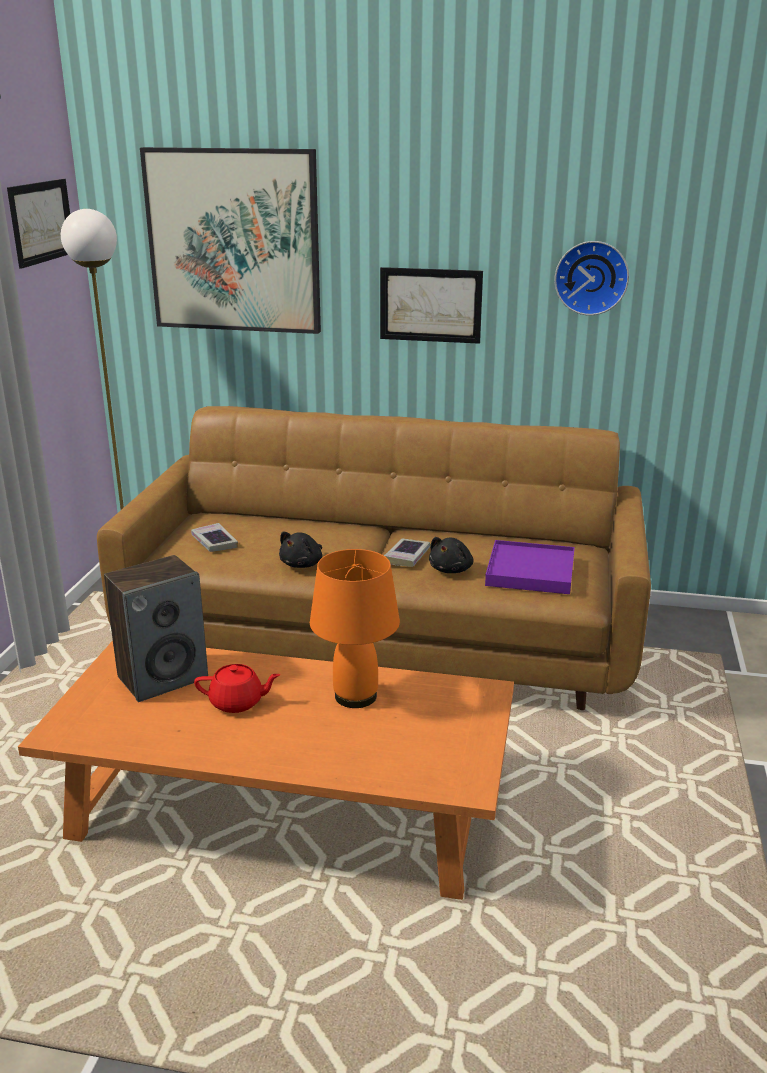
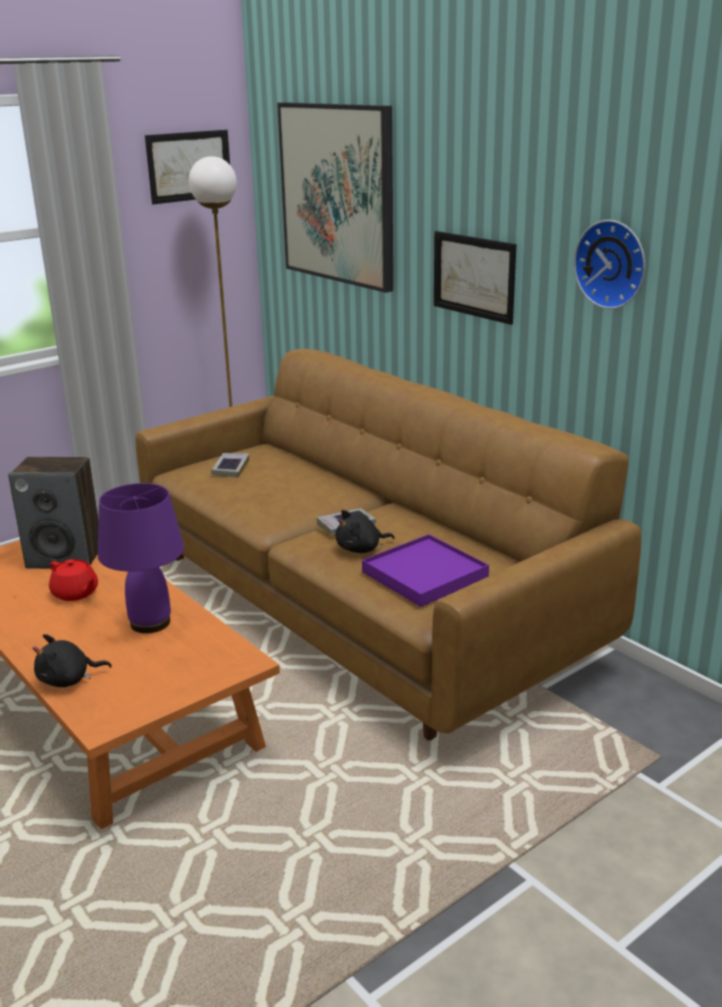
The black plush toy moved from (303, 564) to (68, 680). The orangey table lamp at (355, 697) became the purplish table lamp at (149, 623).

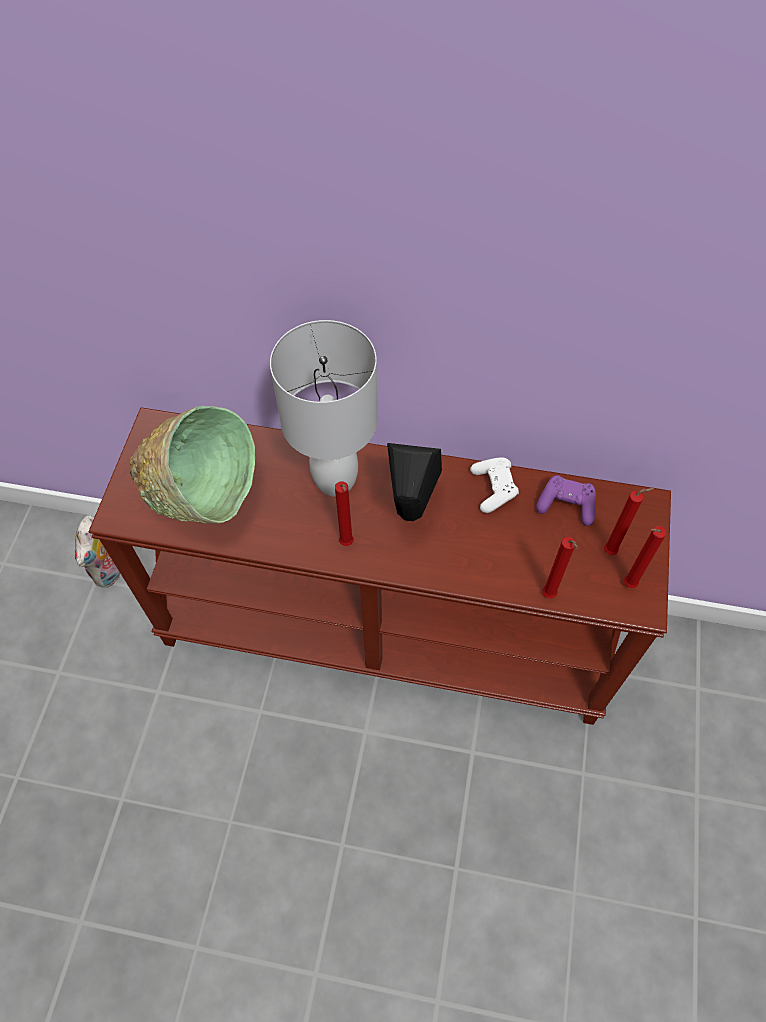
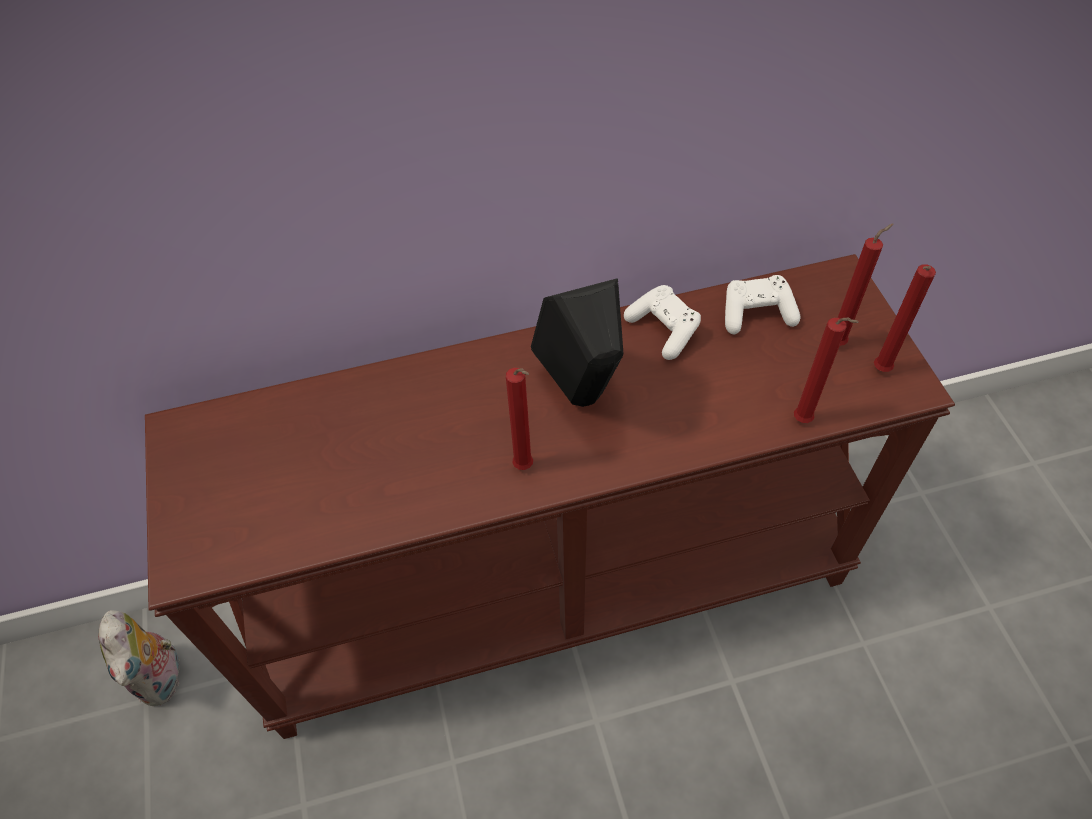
The purplish joypad at (566, 505) became the white joypad at (756, 314). The green-coloured bowl at (204, 499) disappeared. The white table lamp at (334, 481) disappeared.

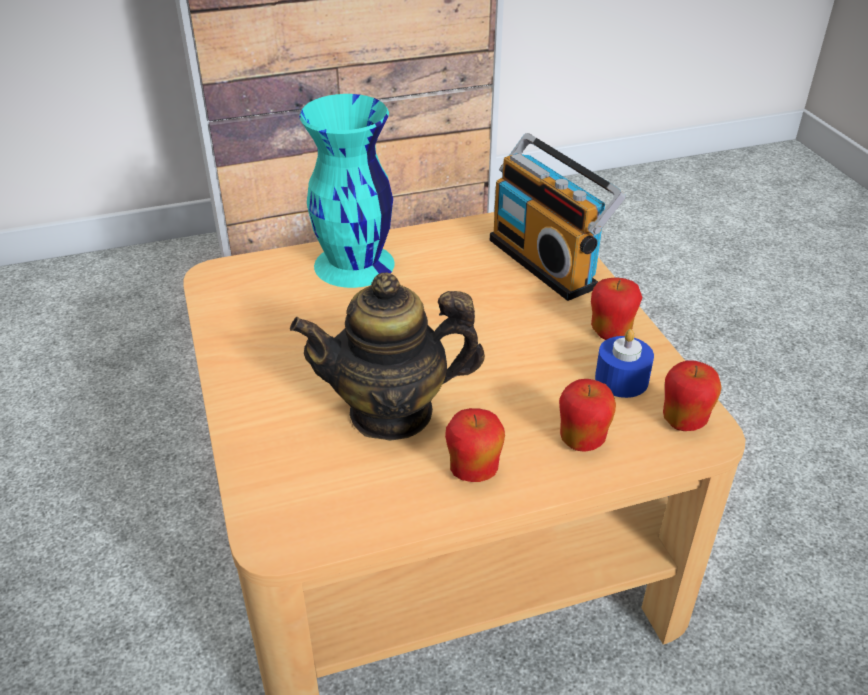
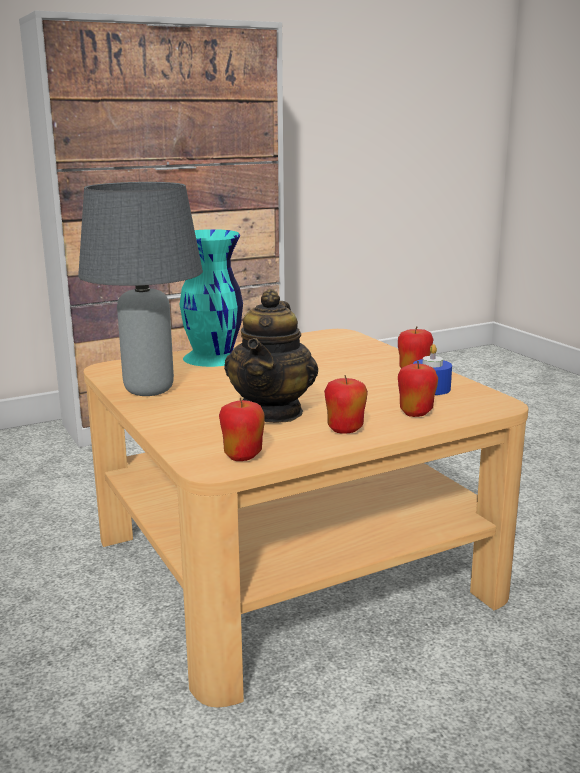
The greyish table lamp at (150, 390) appeared. The whole apple moved from (684, 422) to (242, 456). The teapot at (392, 412) turned 60 degrees counterclockwise. The radio at (547, 262) disappeared.

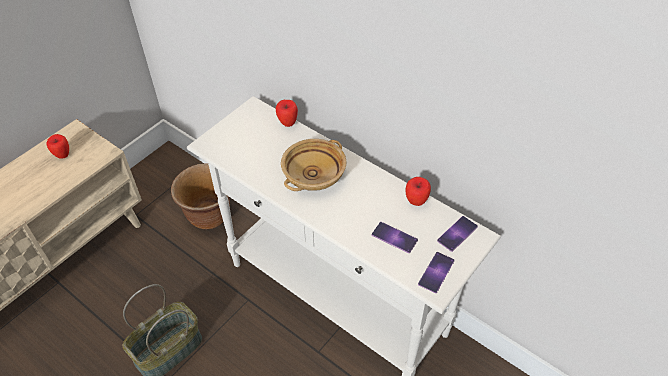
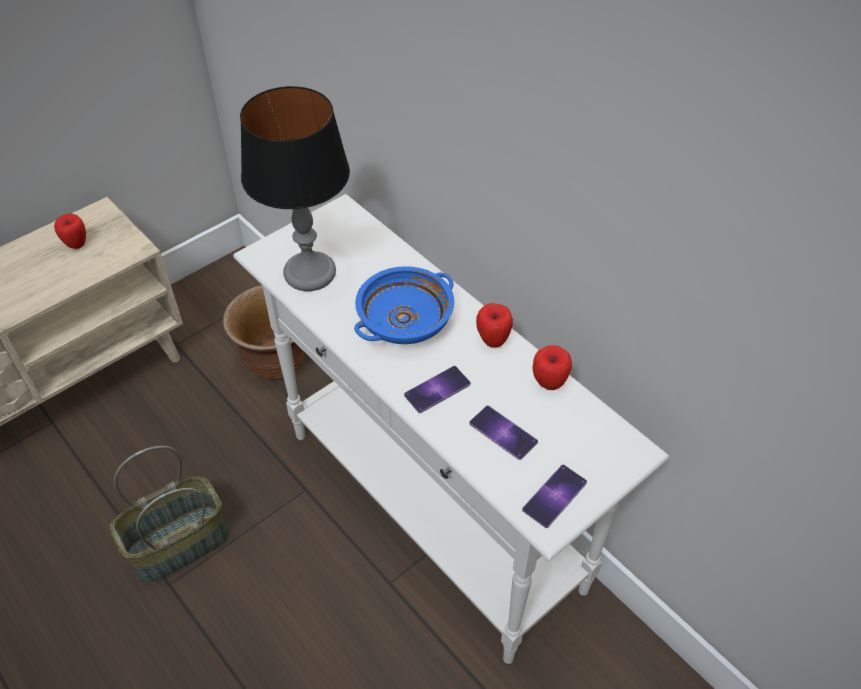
The table lamp at (310, 273) appeared. The beige bowl at (314, 176) became the blue-coloured bowl at (405, 323). The telephone moved from (457, 233) to (437, 389). The whole apple moved from (287, 123) to (492, 341).

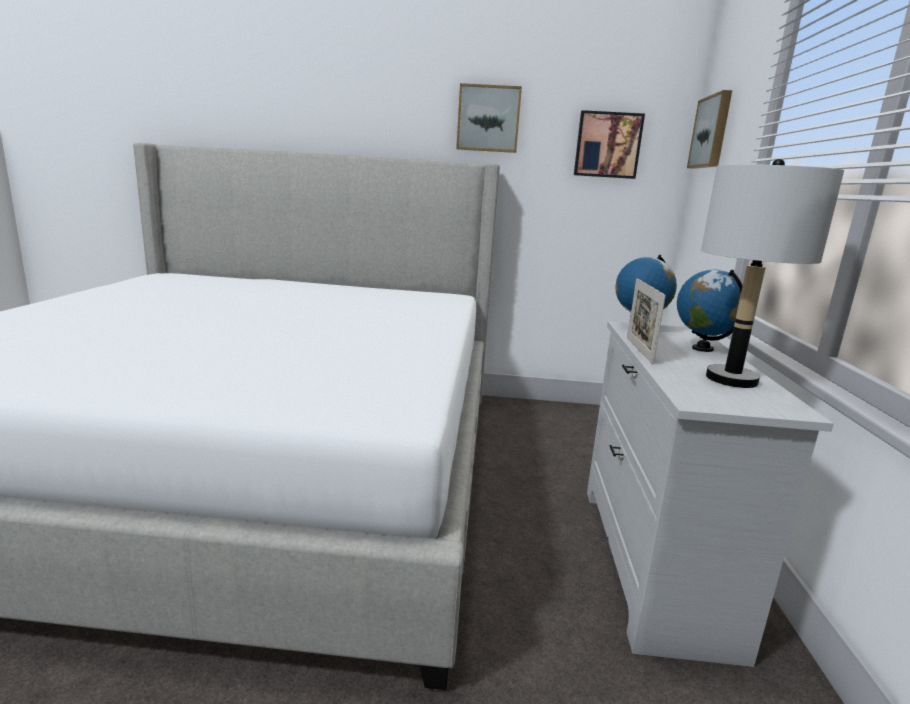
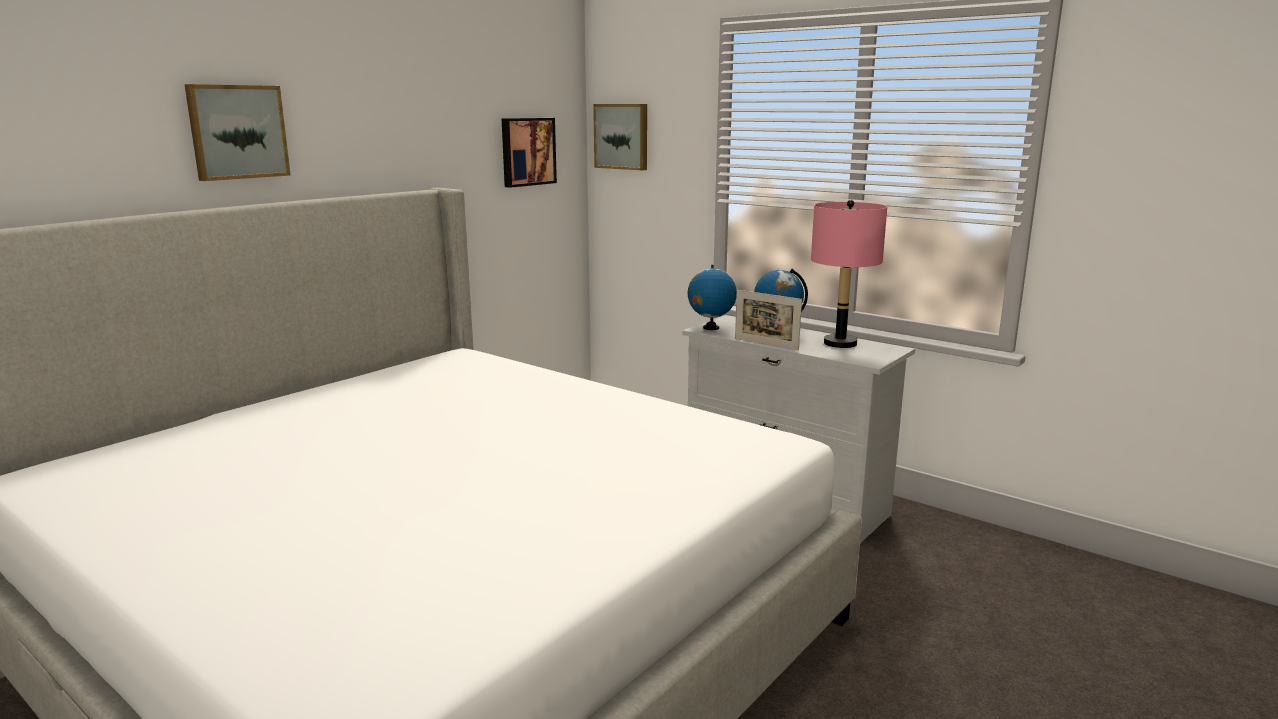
The picture moved from (488, 119) to (237, 132). The greyish table lamp at (732, 379) became the pink-coloured table lamp at (840, 343).

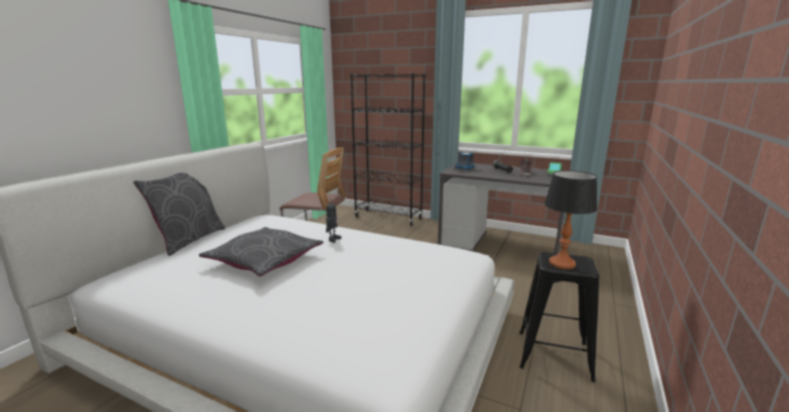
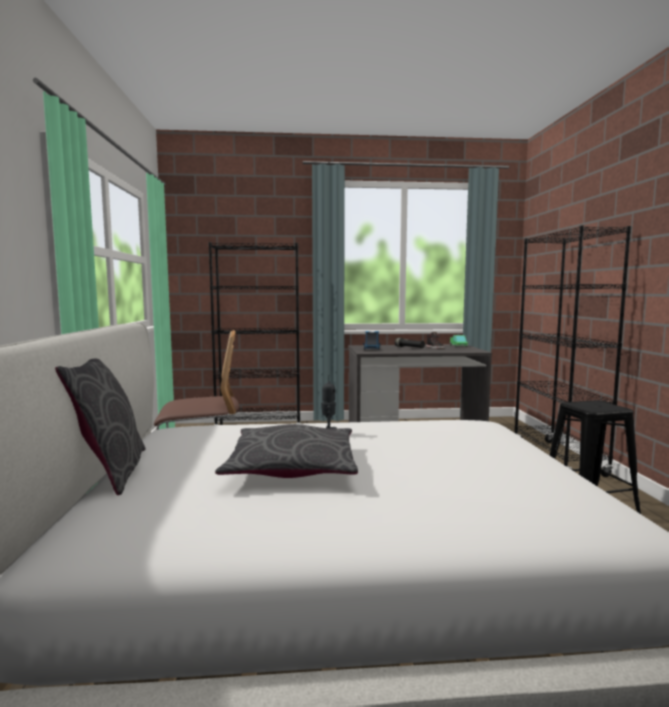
The black shelving unit at (558, 458) appeared. The table lamp at (561, 263) disappeared.

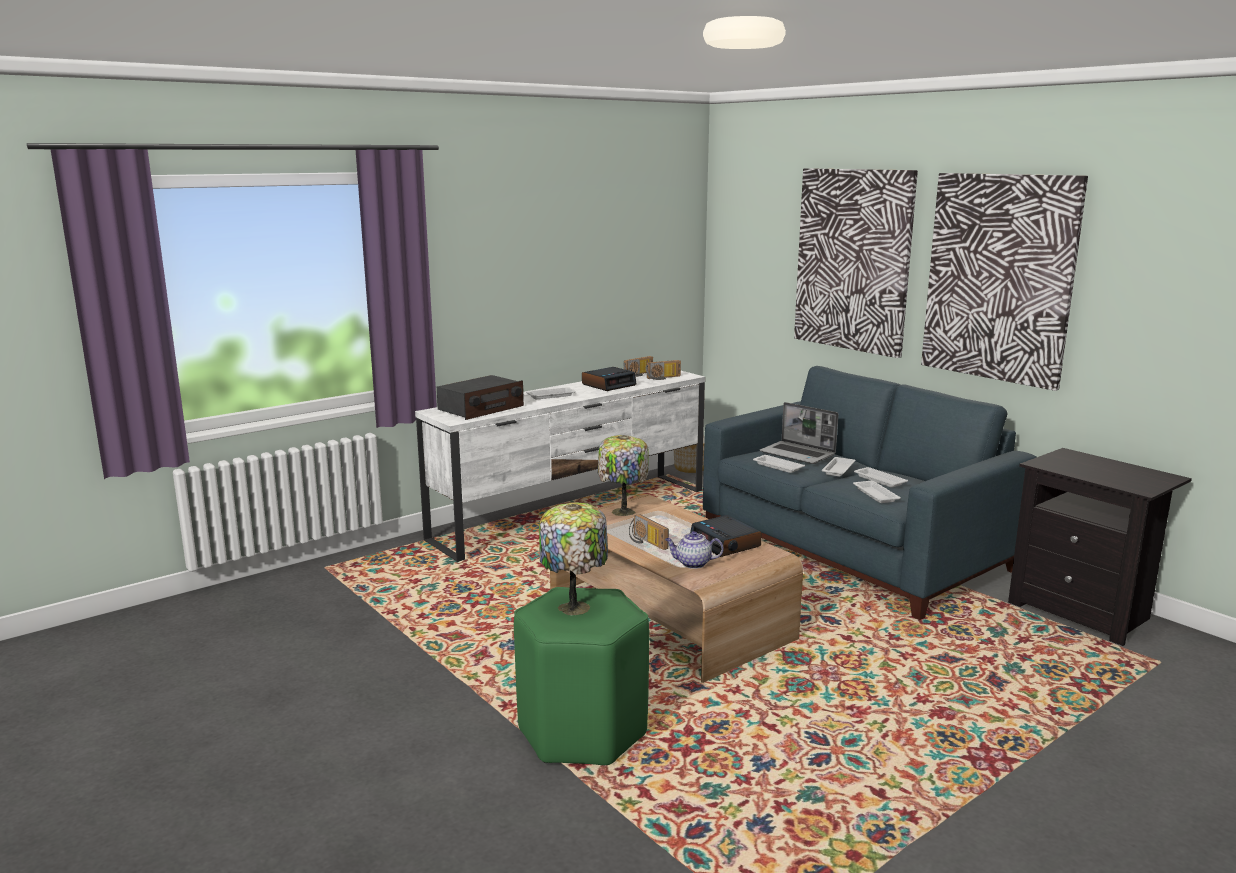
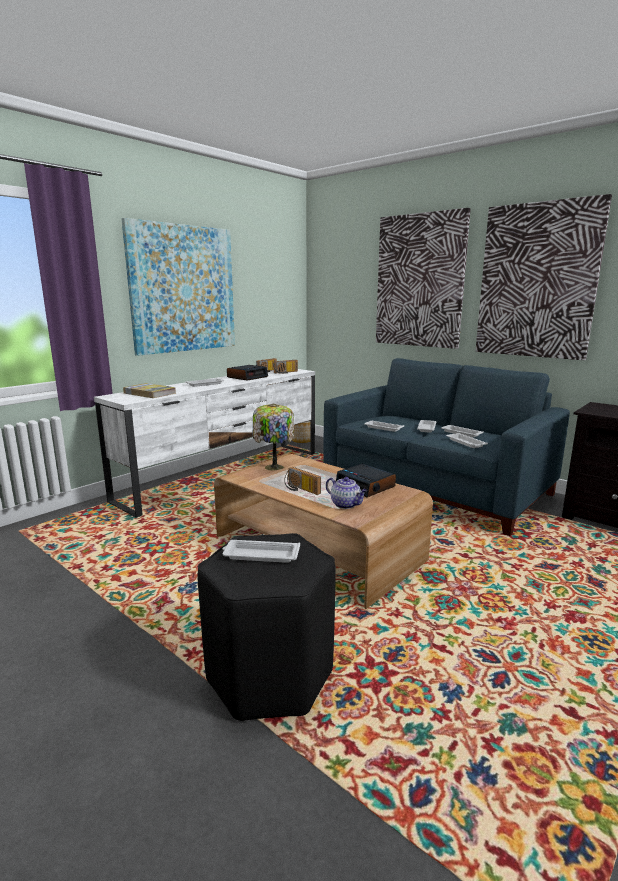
The picture at (183, 289) appeared. The radio at (481, 408) was replaced by the book at (149, 393). The green-coloured sitting stool at (581, 731) became the black sitting stool at (268, 675). The table lamp at (575, 606) was replaced by the white carrying tray at (260, 555). The teapot at (692, 564) turned 135 degrees counterclockwise. The notebook computer at (798, 454) disappeared.

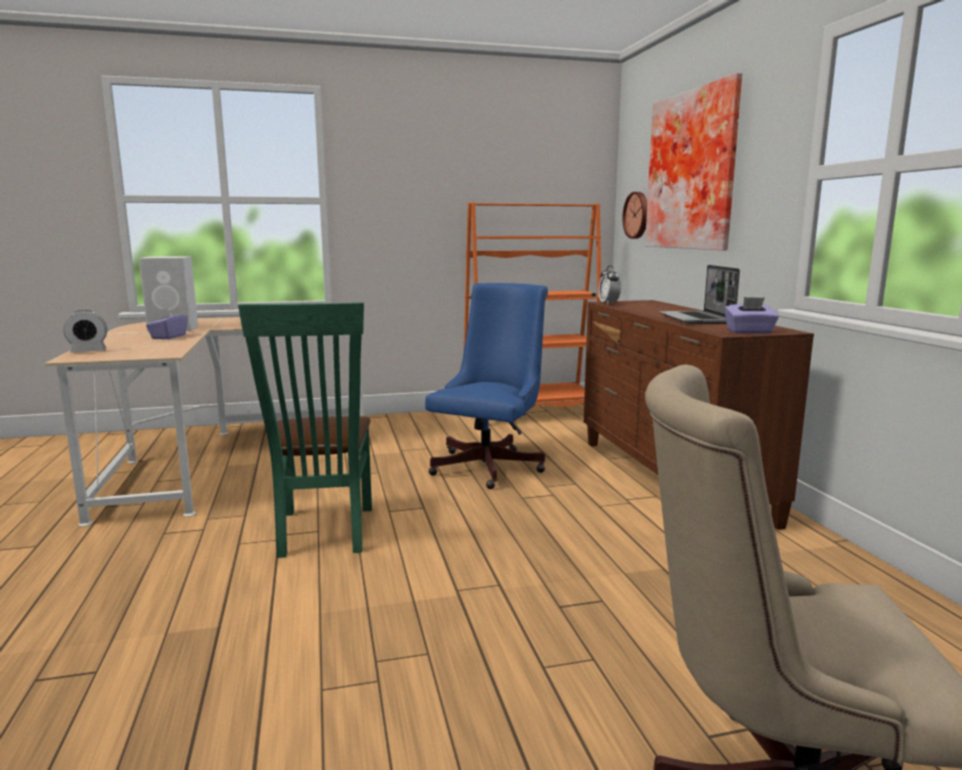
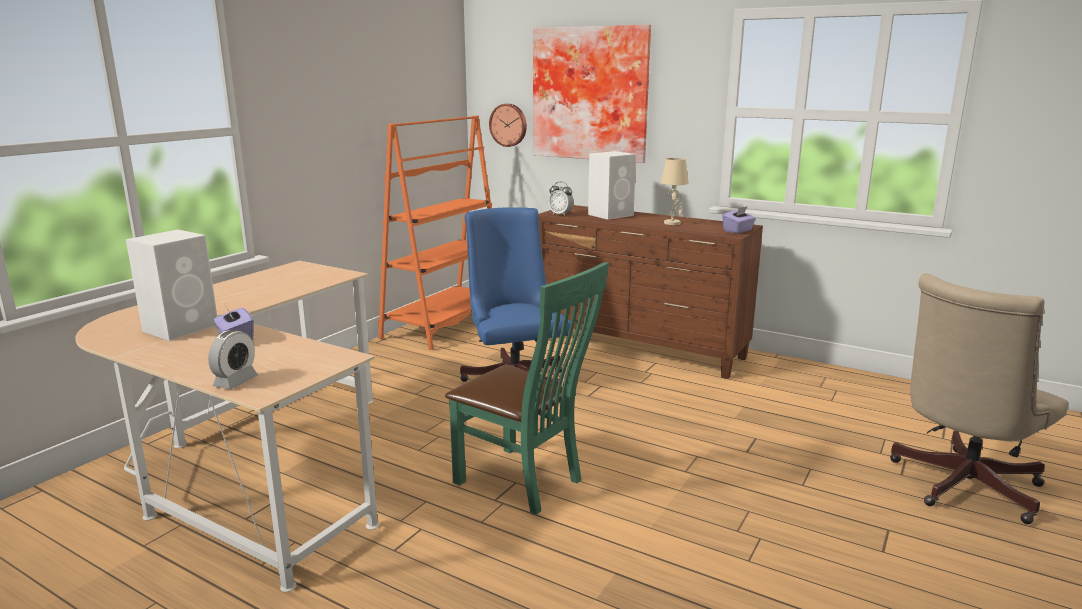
The white loudspeaker at (611, 215) appeared. The notebook computer at (697, 319) was replaced by the beige table lamp at (672, 223).

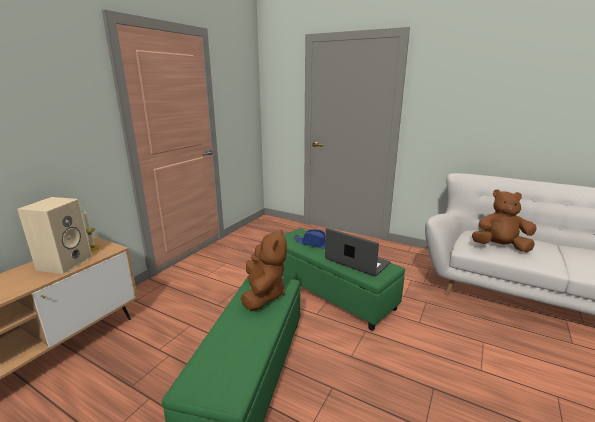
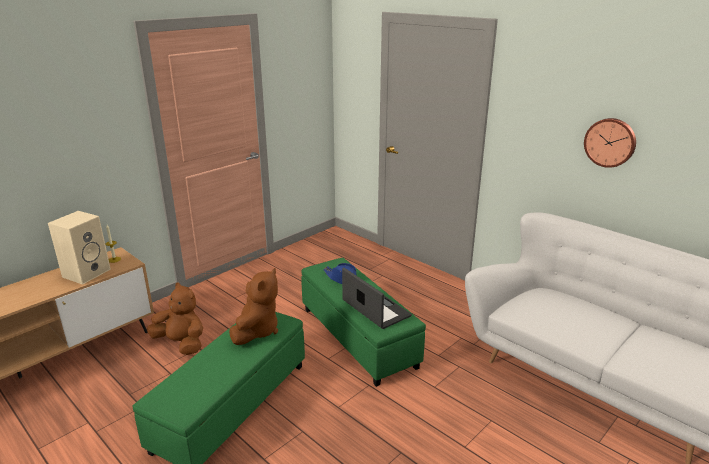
The brown-coloured plush toy moved from (500, 247) to (181, 343). The hanging clock at (610, 142) appeared.

